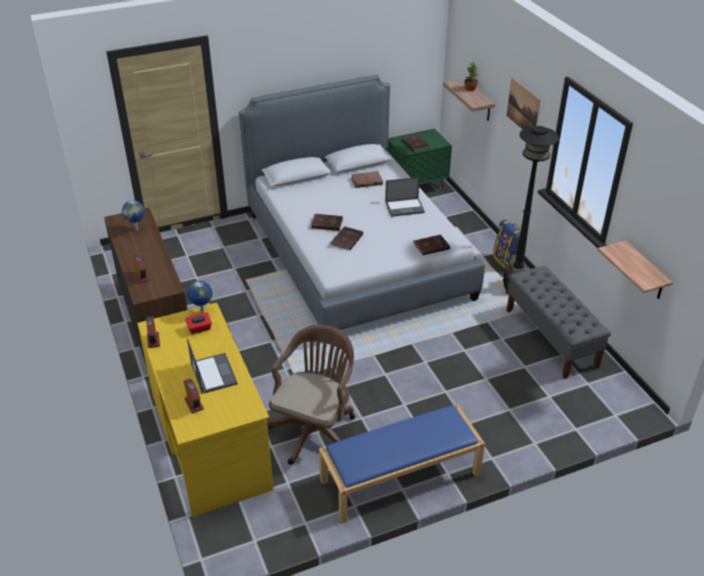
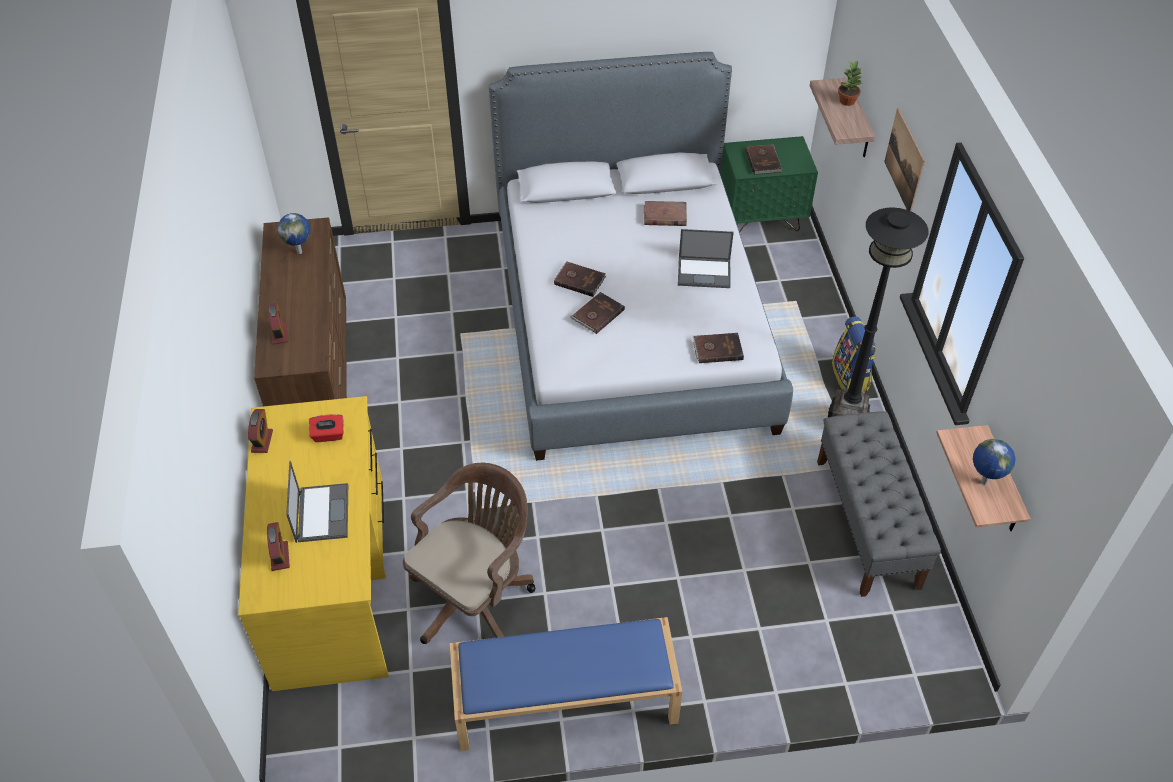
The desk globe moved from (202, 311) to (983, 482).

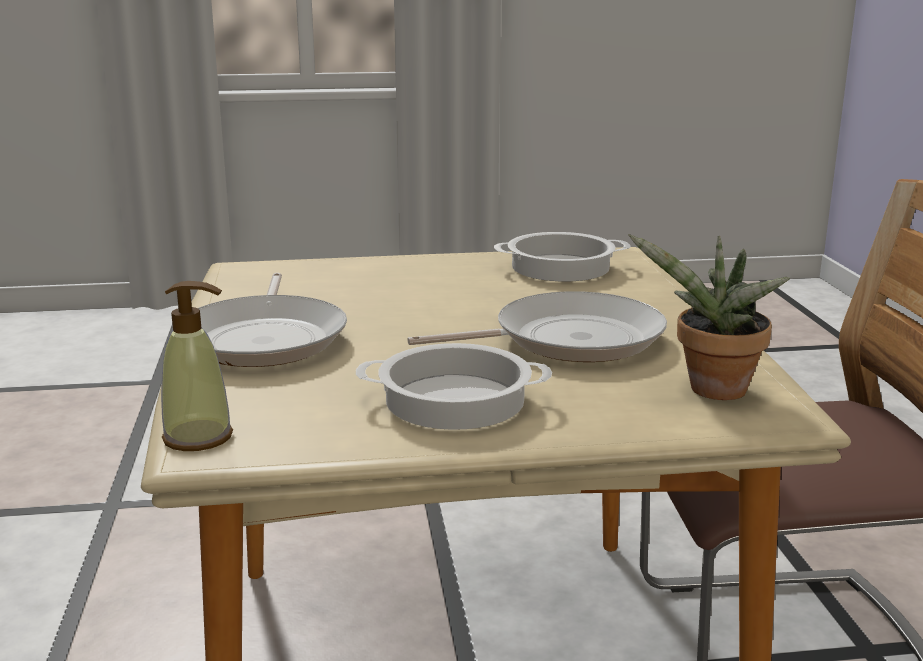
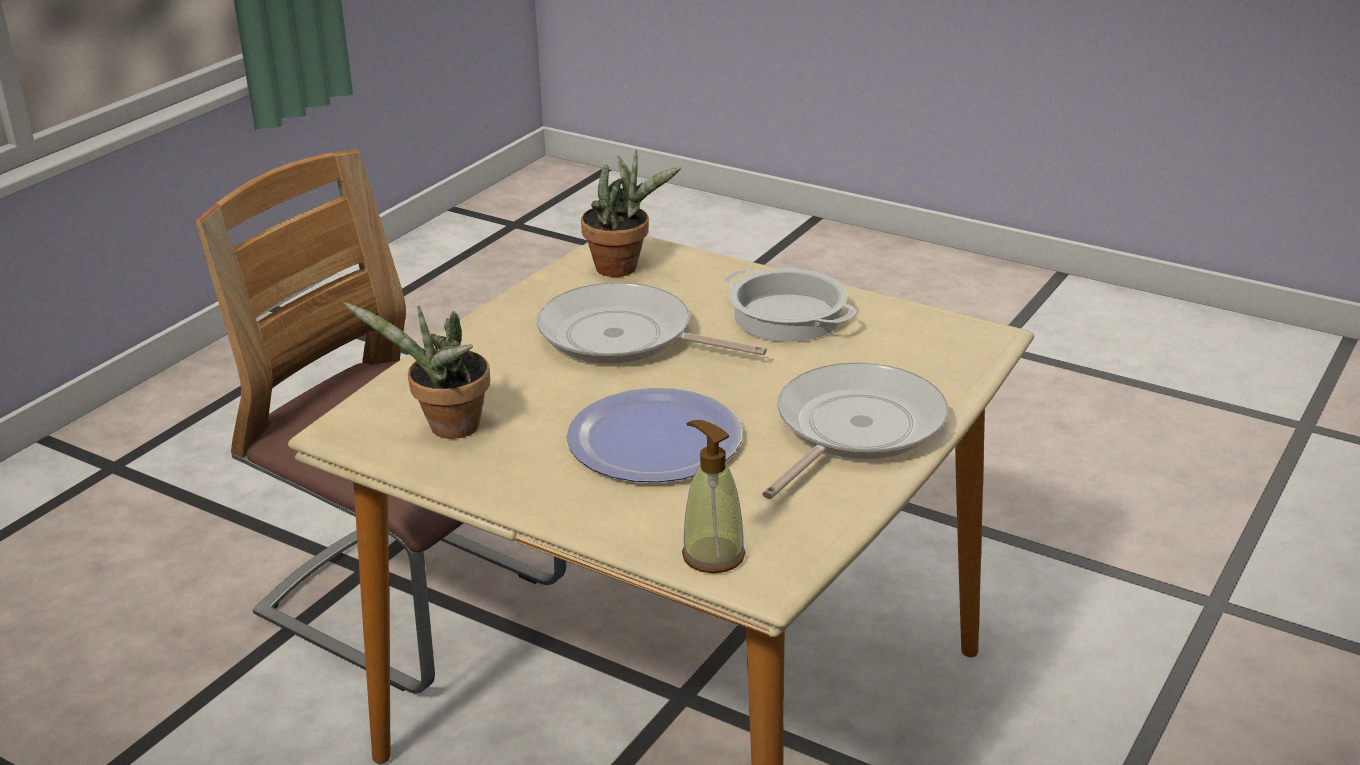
The saucepot at (560, 268) was replaced by the houseplant at (447, 429). The plate at (655, 439) appeared. The soap dispenser moved from (198, 437) to (713, 555).

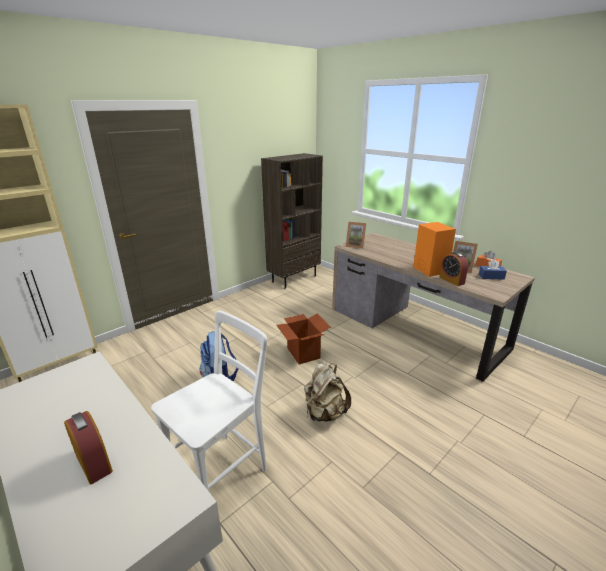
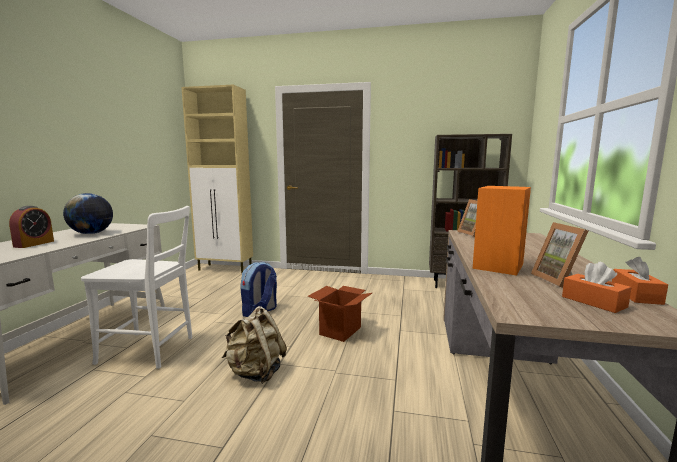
The desk globe at (91, 233) appeared. The blue-coloured tissue box at (491, 276) became the orangey tissue box at (593, 302). The alarm clock at (451, 280) disappeared.

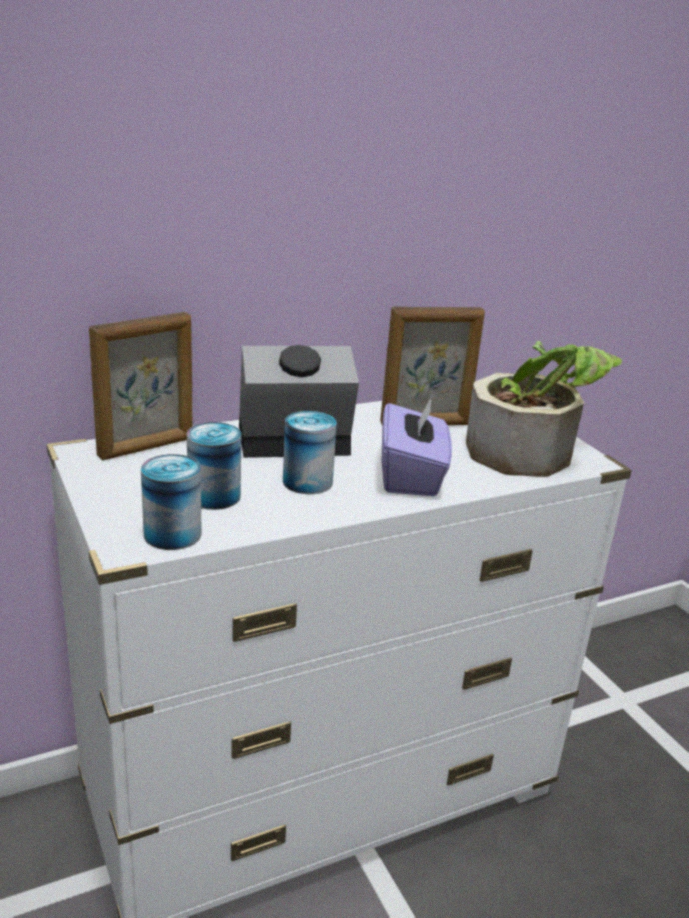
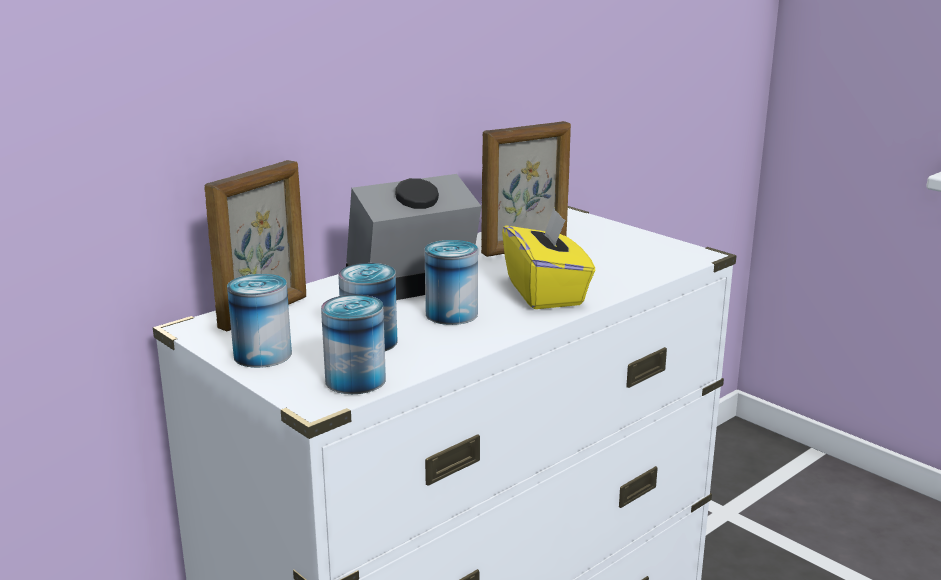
The sealed can at (262, 355) appeared. The purplish tissue box at (411, 476) became the yellow-coloured tissue box at (546, 292). The houseplant at (533, 453) disappeared.

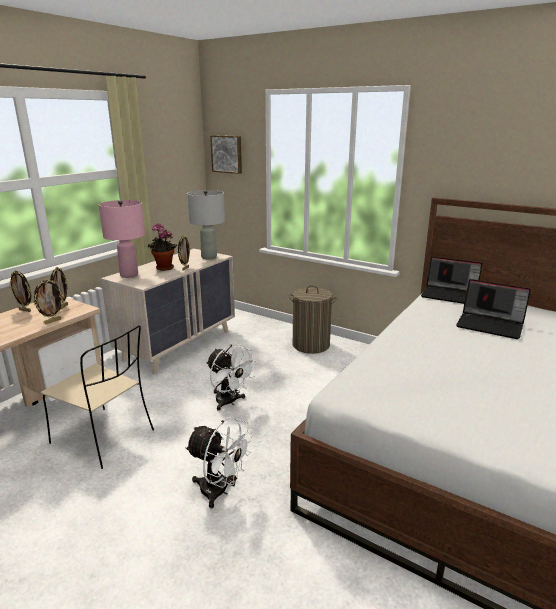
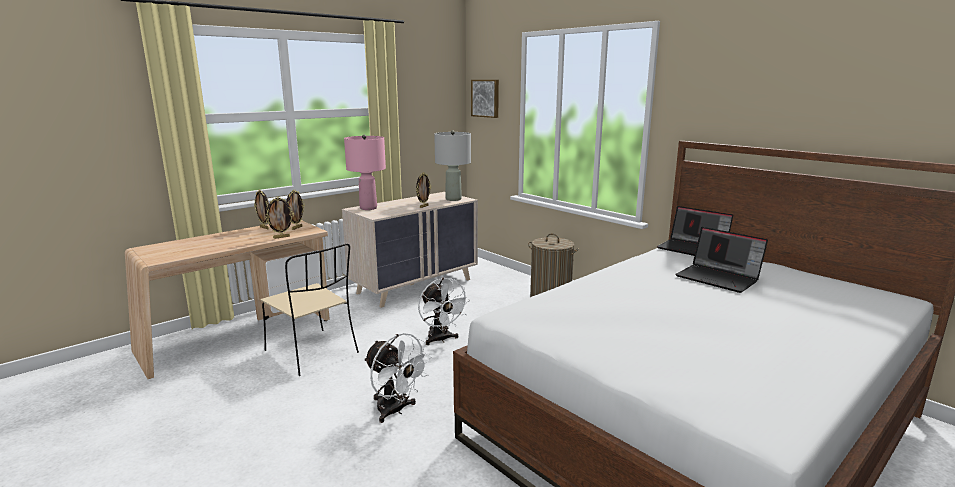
The houseplant at (163, 268) disappeared.

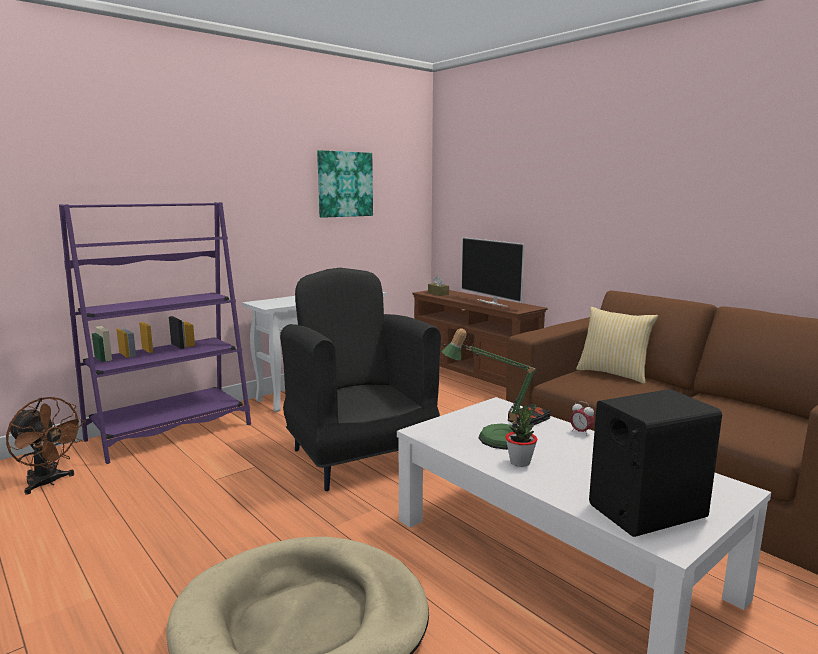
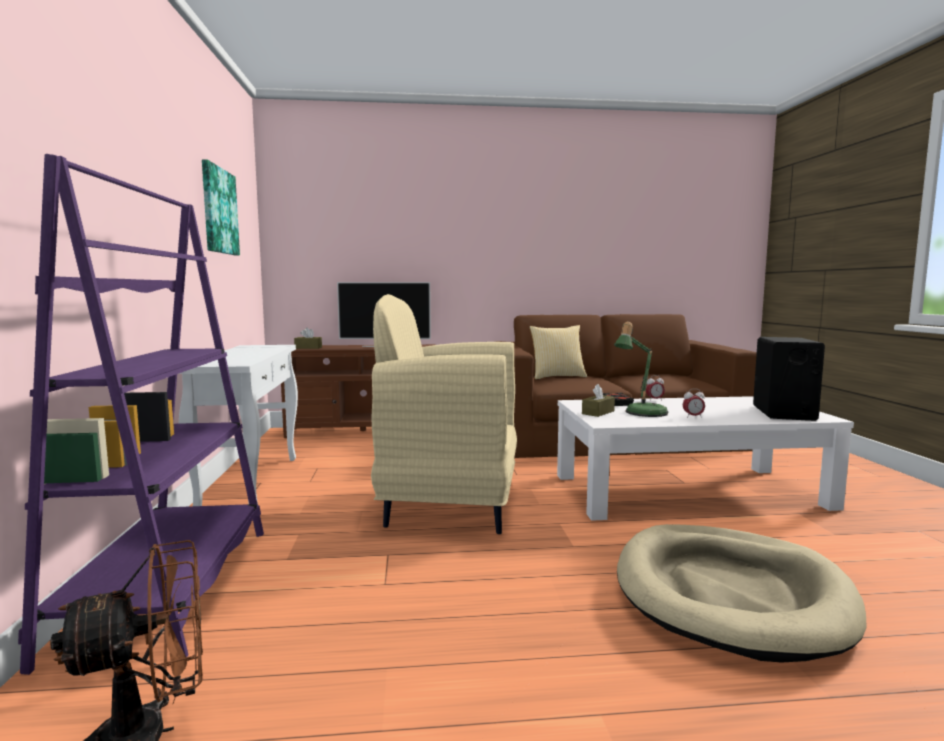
The black armchair at (360, 456) became the beige armchair at (449, 505). The brown-coloured tissue box at (598, 412) appeared. The houseplant at (520, 462) was replaced by the alarm clock at (693, 417).

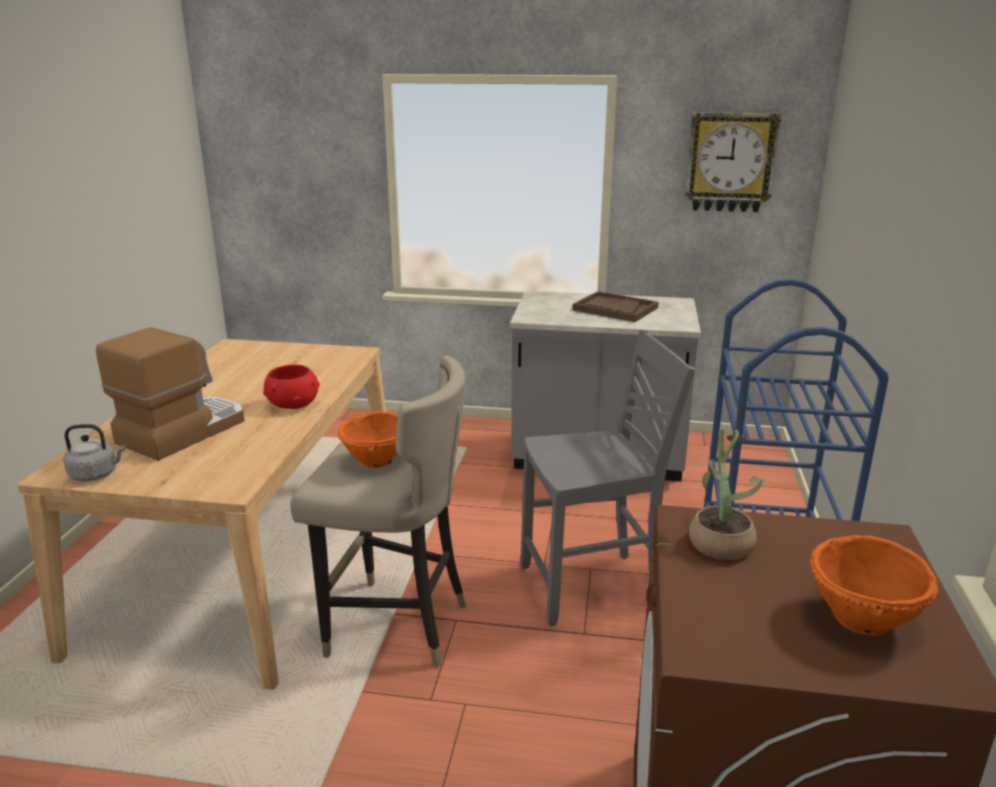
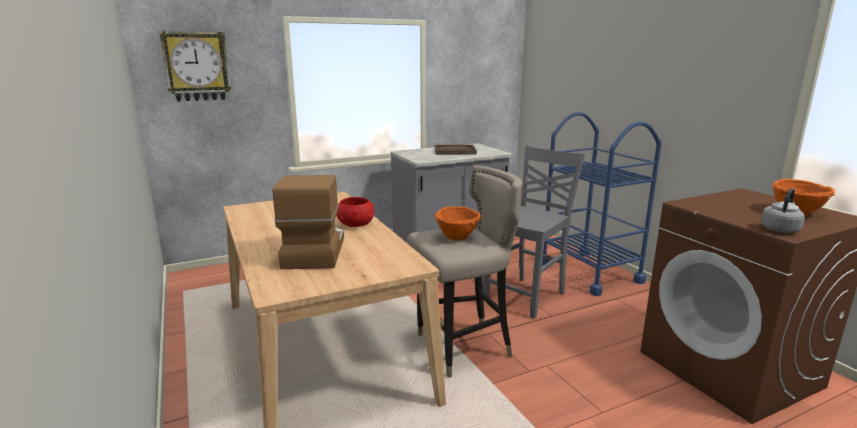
The hanging clock moved from (730, 162) to (197, 66). The greyish tea kettle moved from (96, 474) to (780, 229). The houseplant at (718, 539) disappeared.

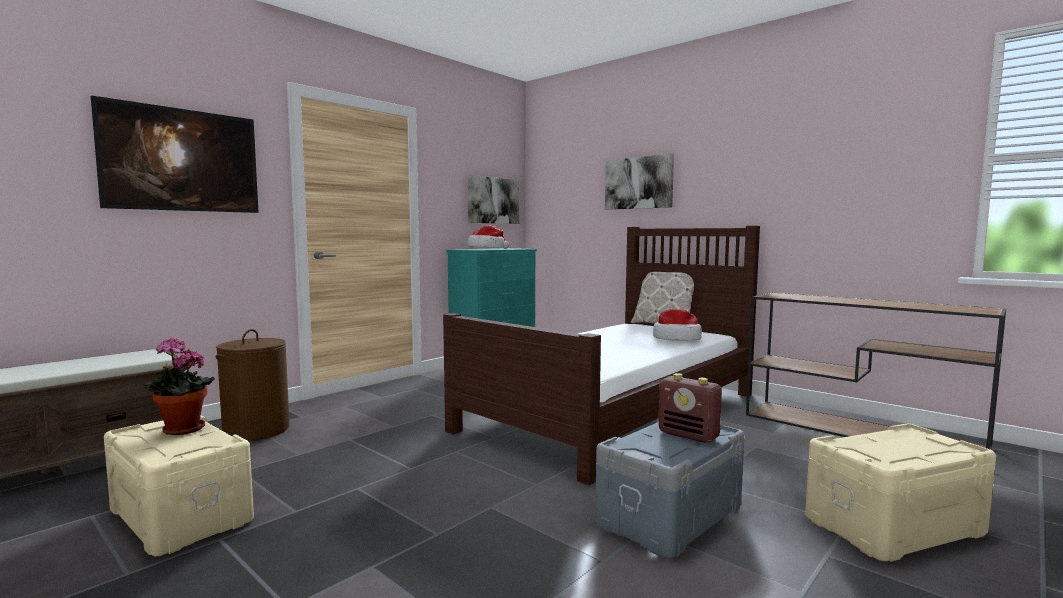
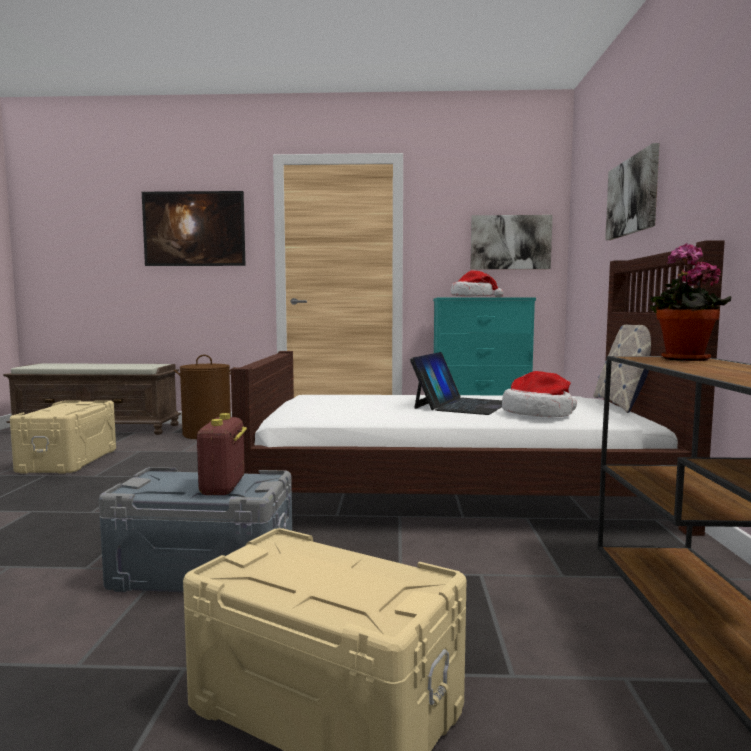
The notebook computer at (461, 405) appeared. The houseplant moved from (181, 431) to (682, 359).

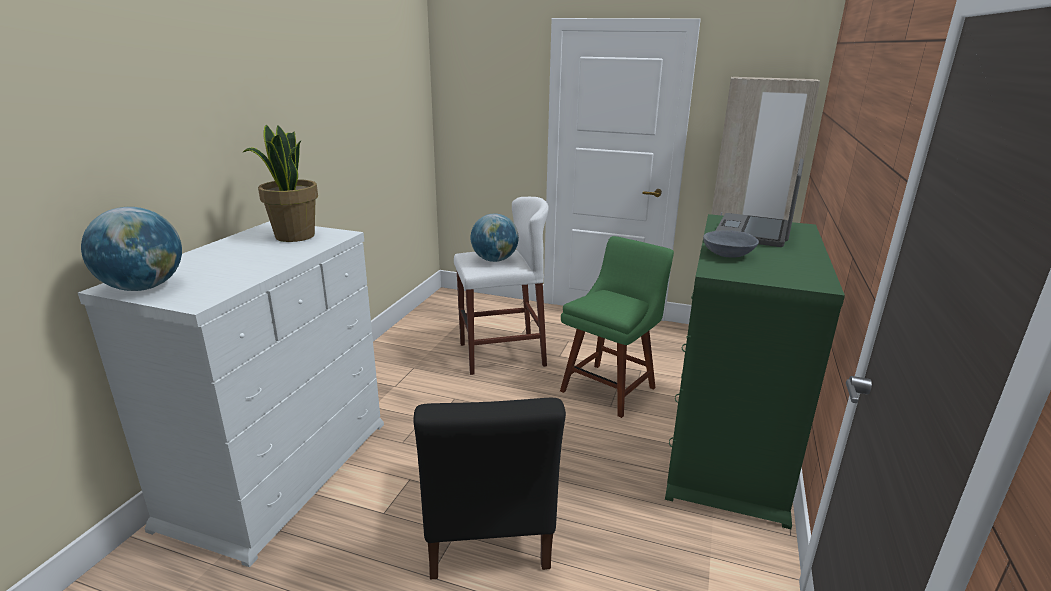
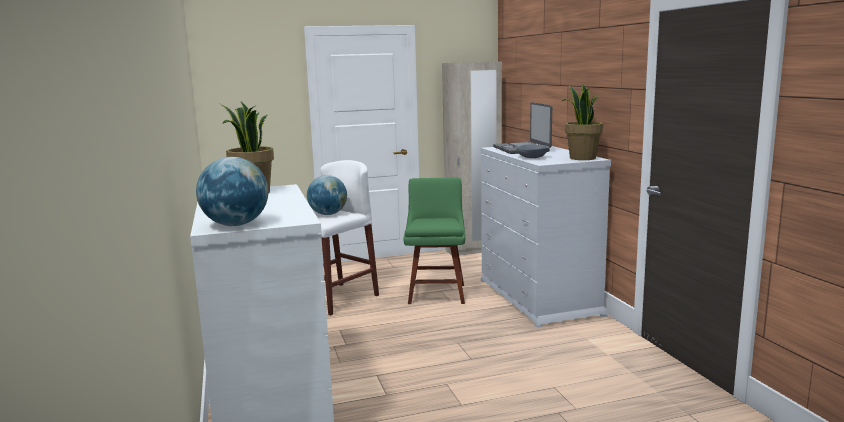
The green-coloured chest of drawers at (728, 447) became the white chest of drawers at (539, 297). The houseplant at (582, 158) appeared. The black chair at (486, 524) disappeared.

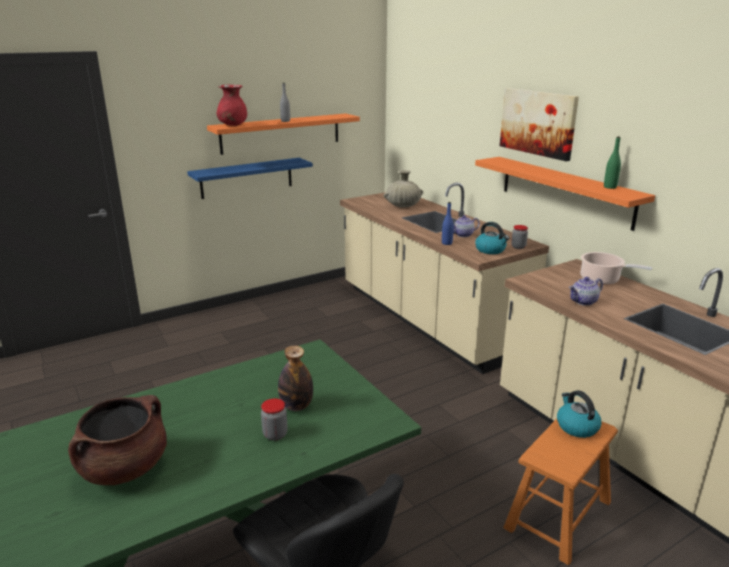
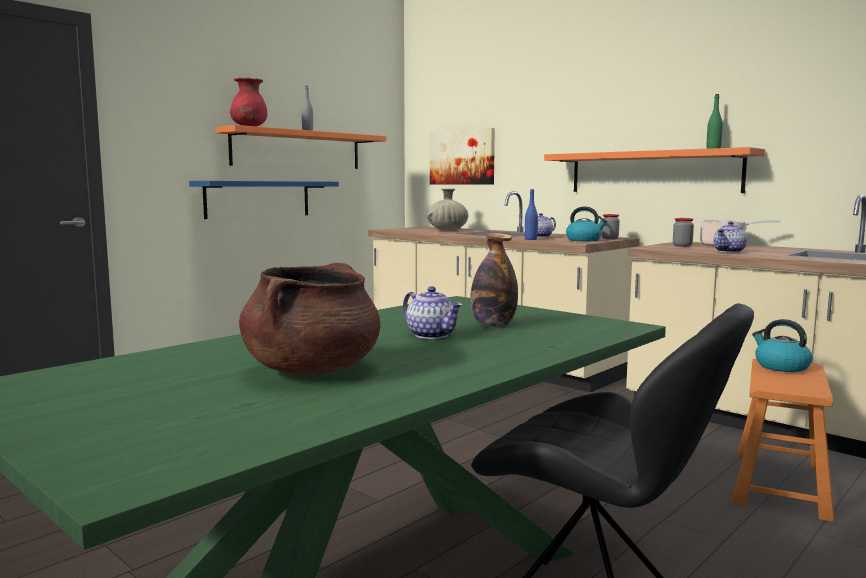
The teapot at (433, 335) appeared. The picture moved from (538, 123) to (462, 157). The preserve jar moved from (275, 434) to (682, 246).

